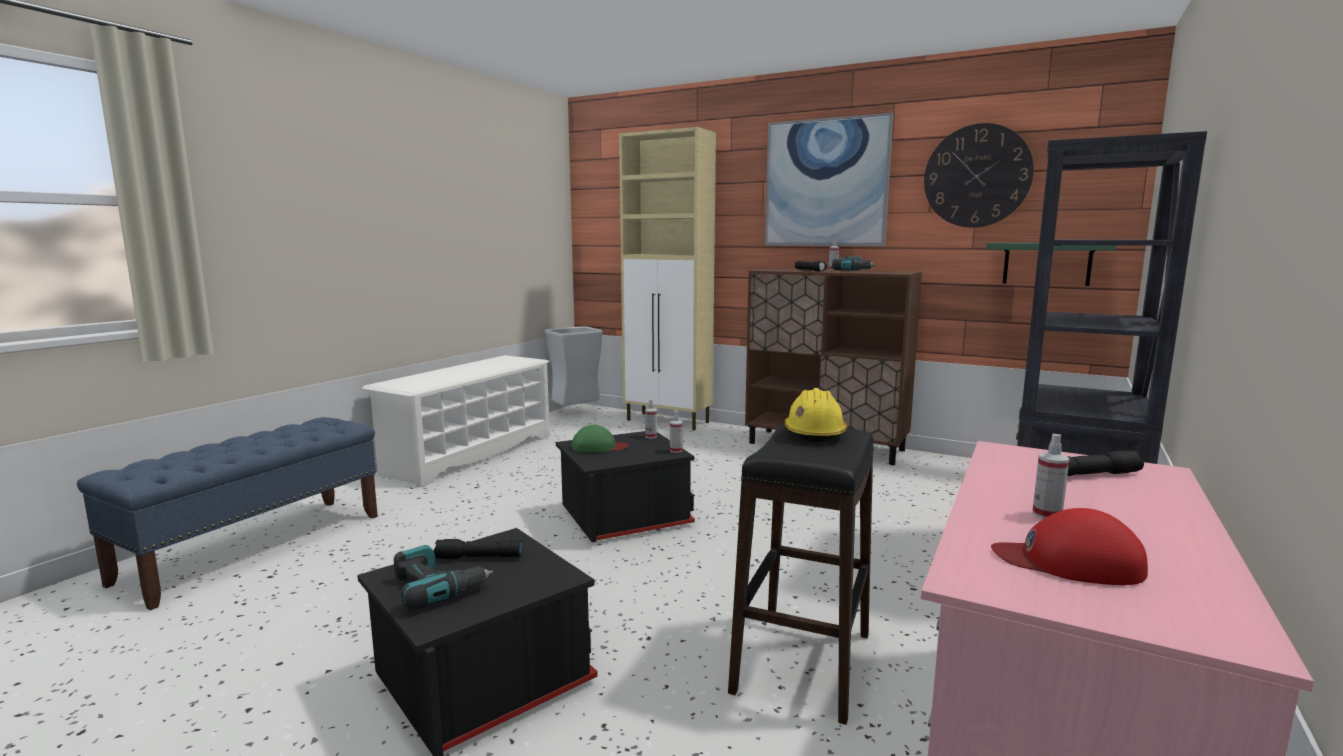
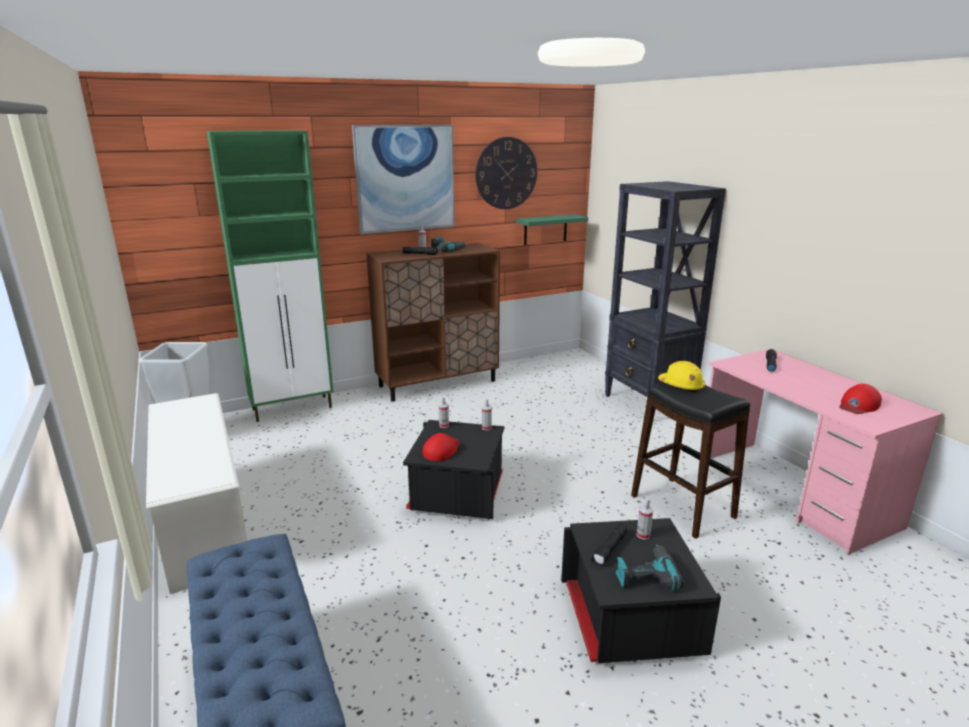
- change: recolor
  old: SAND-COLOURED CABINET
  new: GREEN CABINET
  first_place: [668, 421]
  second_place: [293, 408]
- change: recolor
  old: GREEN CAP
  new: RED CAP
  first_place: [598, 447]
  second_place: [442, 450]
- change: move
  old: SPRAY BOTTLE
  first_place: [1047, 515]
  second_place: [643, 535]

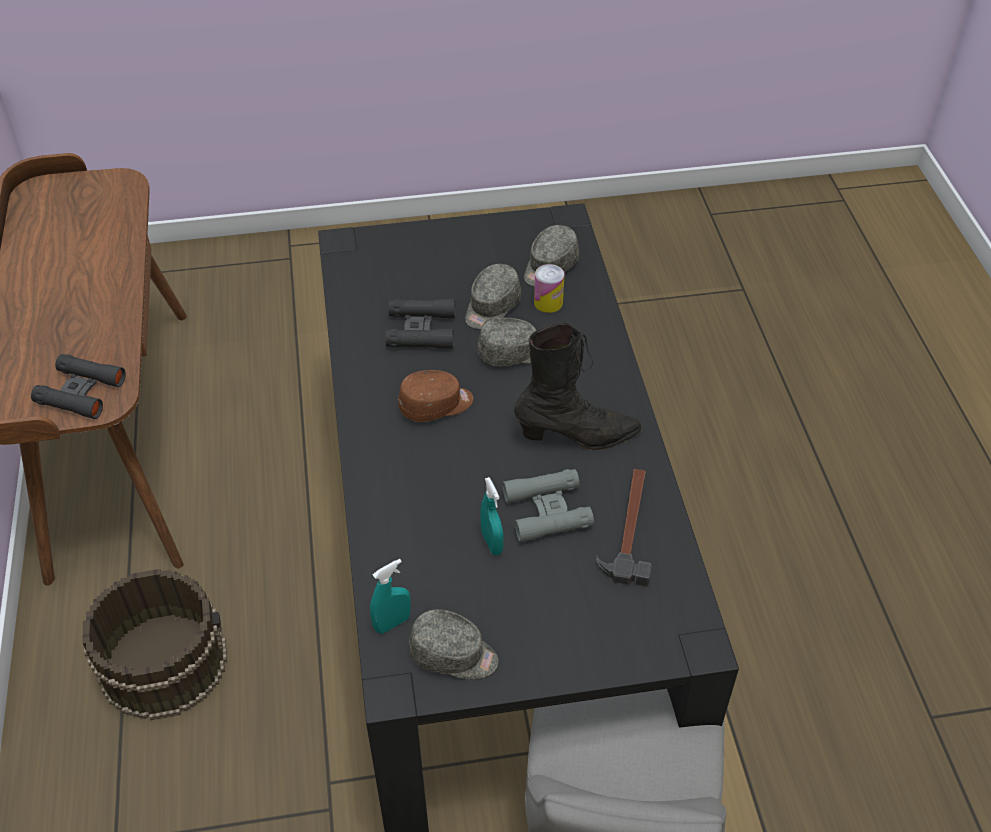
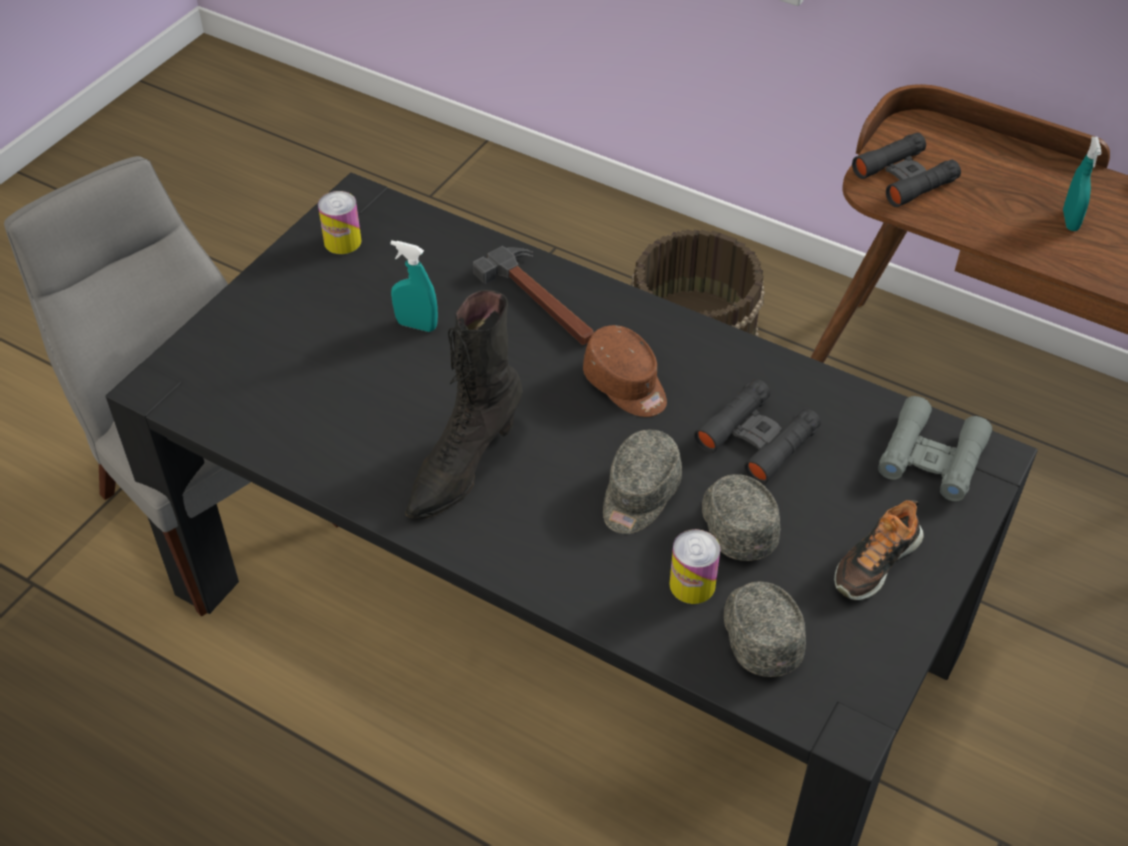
- change: replace
  old: GREY CAP
  new: SEALED CAN
  first_place: [454, 655]
  second_place: [342, 241]
- change: move
  old: HAND HAMMER
  first_place: [629, 528]
  second_place: [541, 301]
- change: rotate
  old: BROWNISH CAP
  first_place: [436, 405]
  second_place: [626, 385]
  degrees: -60
- change: insert
  new: ITEM OF FOOTWEAR
  second_place: [875, 562]
- change: move
  old: GREY FIELD GLASSES
  first_place: [547, 511]
  second_place: [932, 457]
- change: move
  old: TURQUOISE SPRAY BOTTLE
  first_place: [392, 623]
  second_place: [1070, 221]

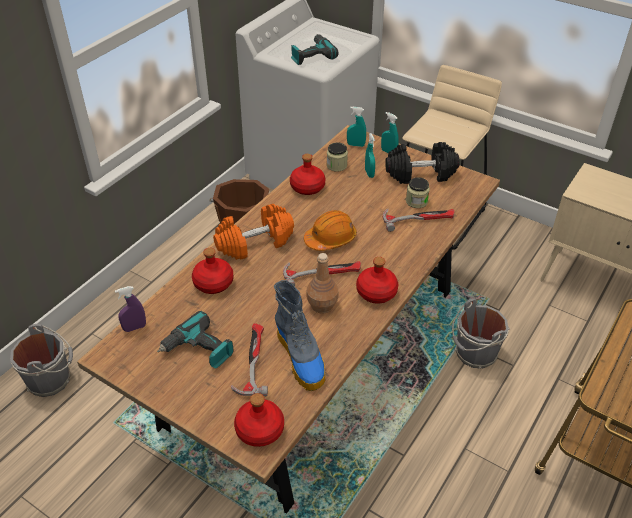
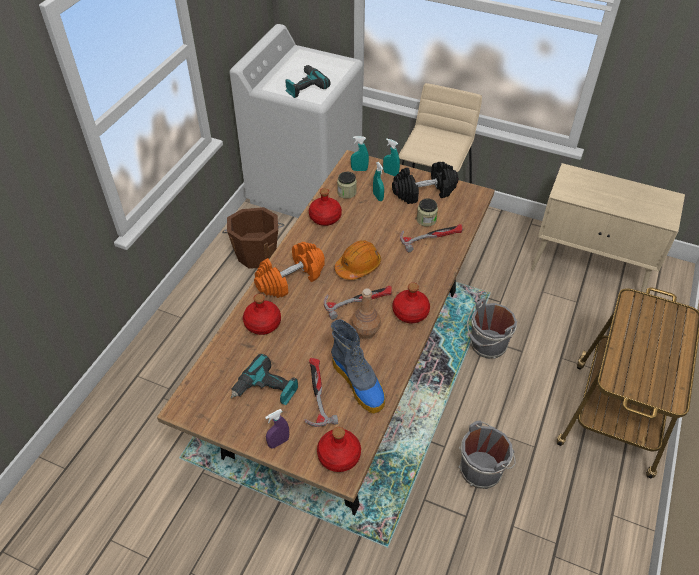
- change: move
  old: PURPLE SPRAY BOTTLE
  first_place: [135, 327]
  second_place: [278, 442]
- change: move
  old: GREY WATER BUCKET
  first_place: [51, 379]
  second_place: [482, 469]

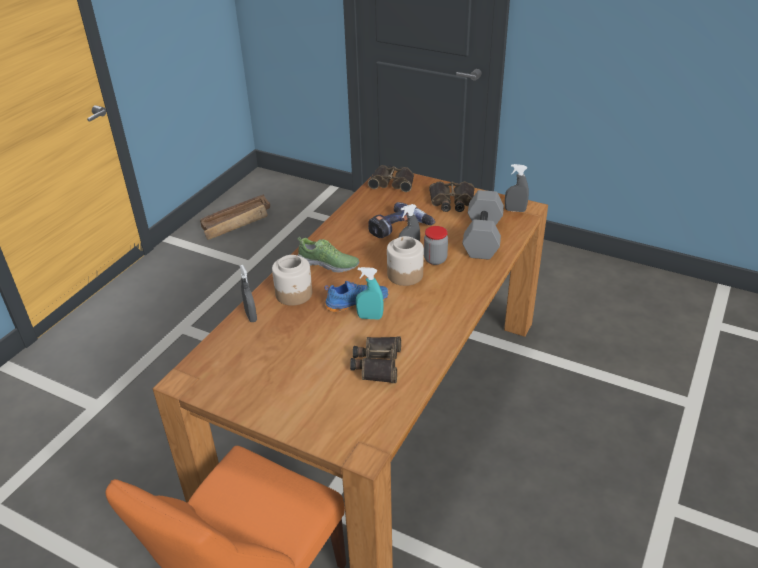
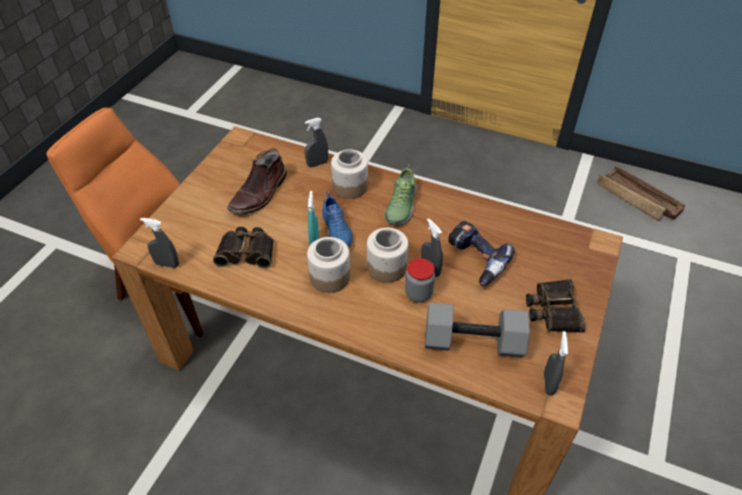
- change: insert
  new: GREY SPRAY BOTTLE
  second_place: [167, 264]
- change: insert
  new: BROWNISH TALL BOOT
  second_place: [260, 194]
- change: insert
  new: PRESERVE JAR
  second_place: [329, 277]
- change: delete
  old: FIELD GLASSES
  first_place: [393, 182]

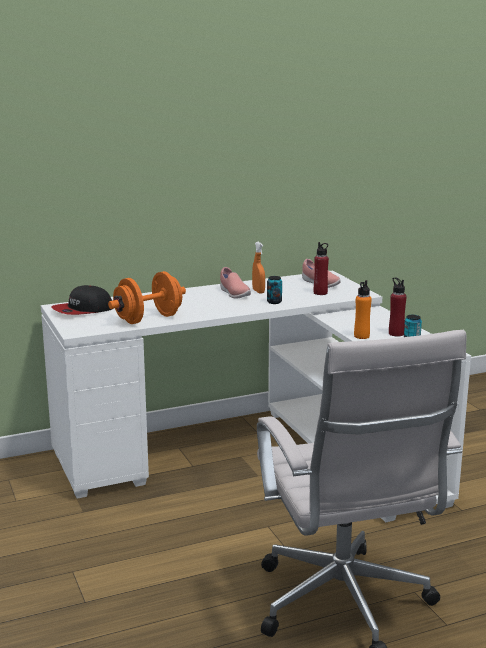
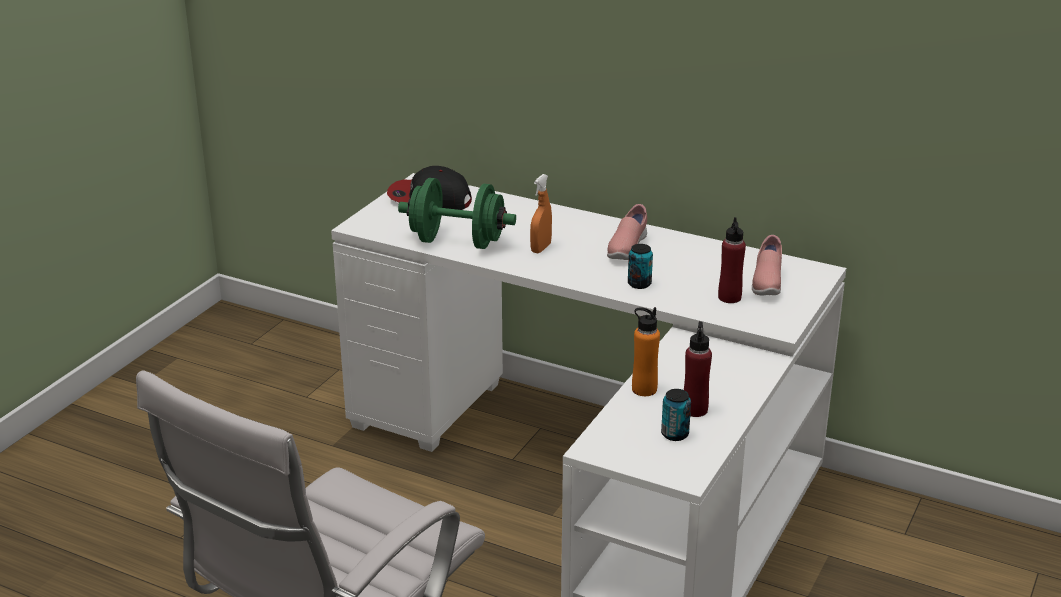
- change: recolor
  old: ORANGE HAND WEIGHT
  new: GREEN HAND WEIGHT
  first_place: [148, 319]
  second_place: [457, 242]
- change: move
  old: ORANGE SPRAY BOTTLE
  first_place: [258, 291]
  second_place: [541, 248]

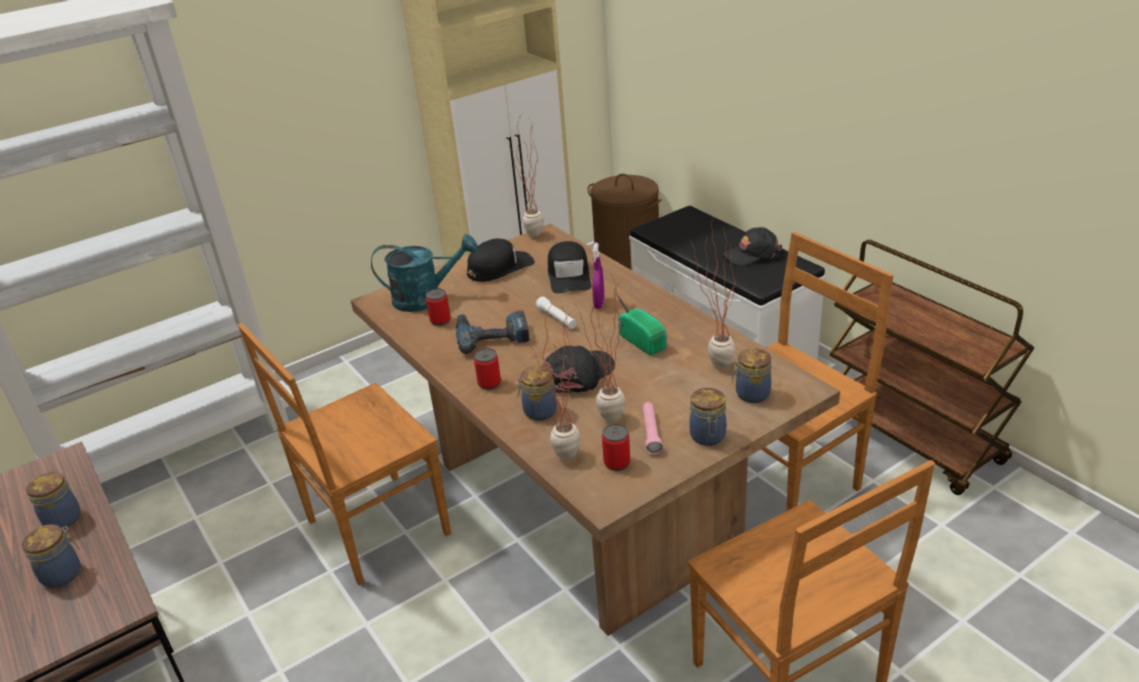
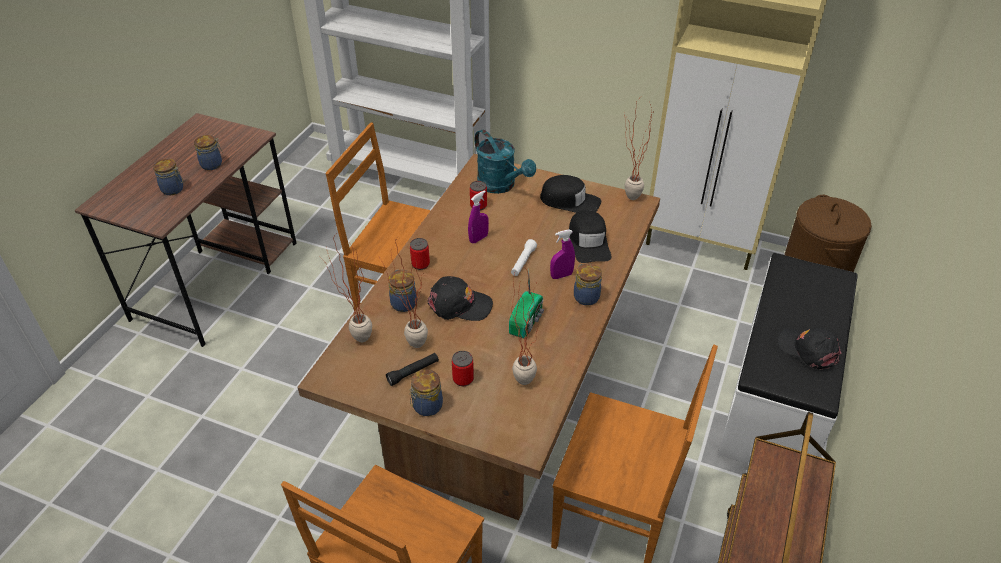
- change: recolor
  old: PINK-COLOURED FLASHLIGHT
  new: BLACK-COLOURED FLASHLIGHT
  first_place: [651, 433]
  second_place: [413, 372]
- change: move
  old: SEALED CAN
  first_place: [617, 463]
  second_place: [463, 379]
- change: replace
  old: DRILL
  new: PURPLE SPRAY BOTTLE
  first_place: [492, 335]
  second_place: [478, 238]
- change: rotate
  old: BLACK-COLOURED CAP
  first_place: [569, 275]
  second_place: [589, 242]
  degrees: -60
- change: move
  old: PRESERVE JAR
  first_place: [751, 394]
  second_place: [585, 296]

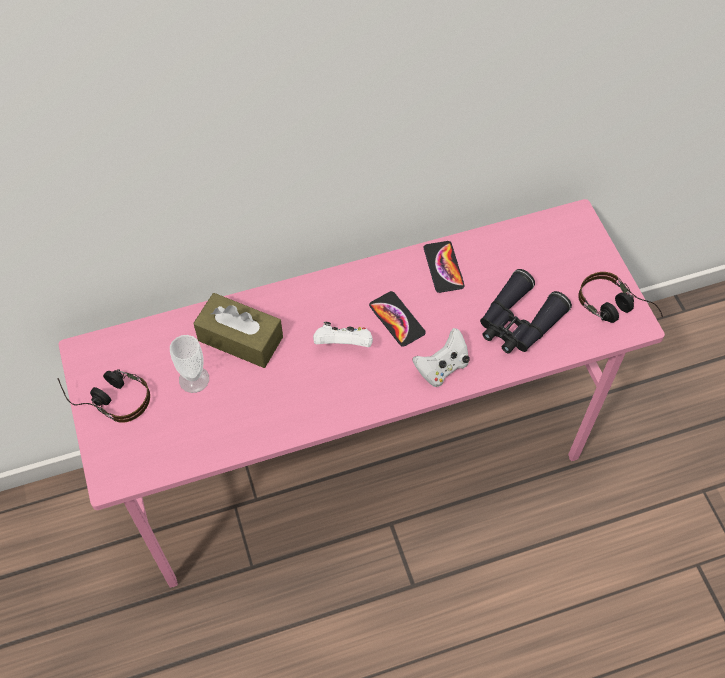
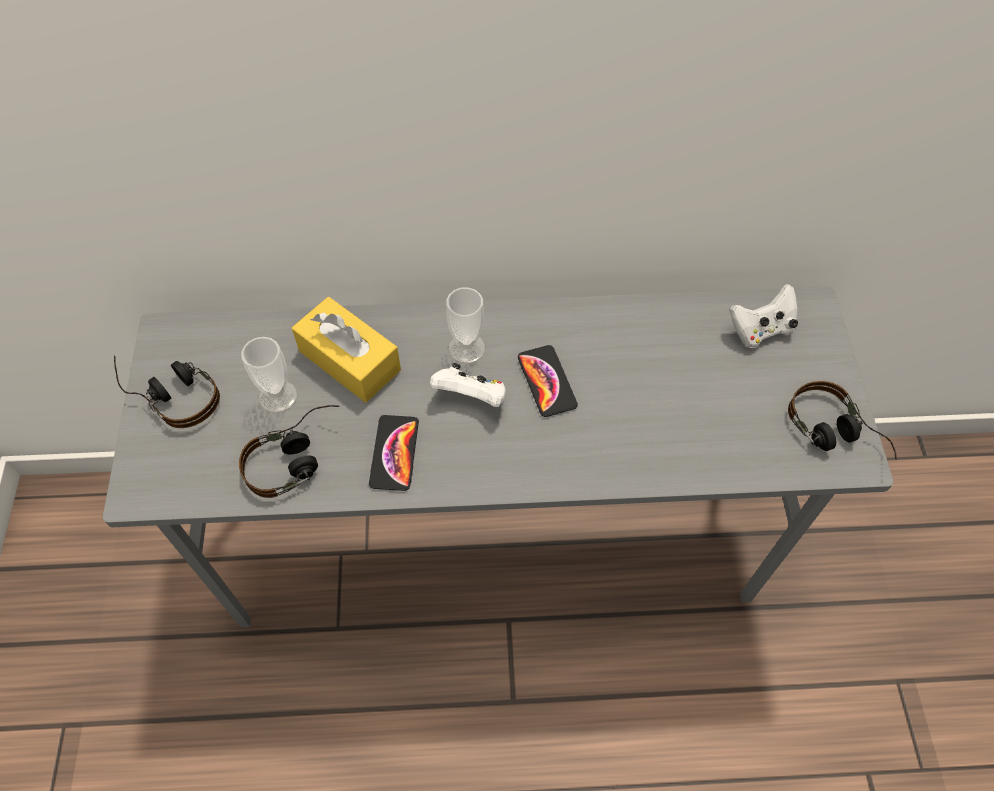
- change: recolor
  old: PINK-COLOURED DESK TABLE
  new: GREY DESK TABLE
  first_place: [362, 463]
  second_place: [496, 541]
- change: insert
  new: HEADSET
  second_place: [298, 458]
- change: recolor
  old: BROWNISH BOX OF TISSUES
  new: YELLOW-COLOURED BOX OF TISSUES
  first_place: [240, 339]
  second_place: [349, 360]
- change: move
  old: PHONE
  first_place: [443, 267]
  second_place: [394, 453]
- change: insert
  new: DRINKING CUP
  second_place: [466, 348]
- change: move
  old: WHITE JOYPAD
  first_place: [442, 367]
  second_place: [760, 329]
- change: delete
  old: BLACK-COLOURED FIELD GLASSES
  first_place: [518, 323]

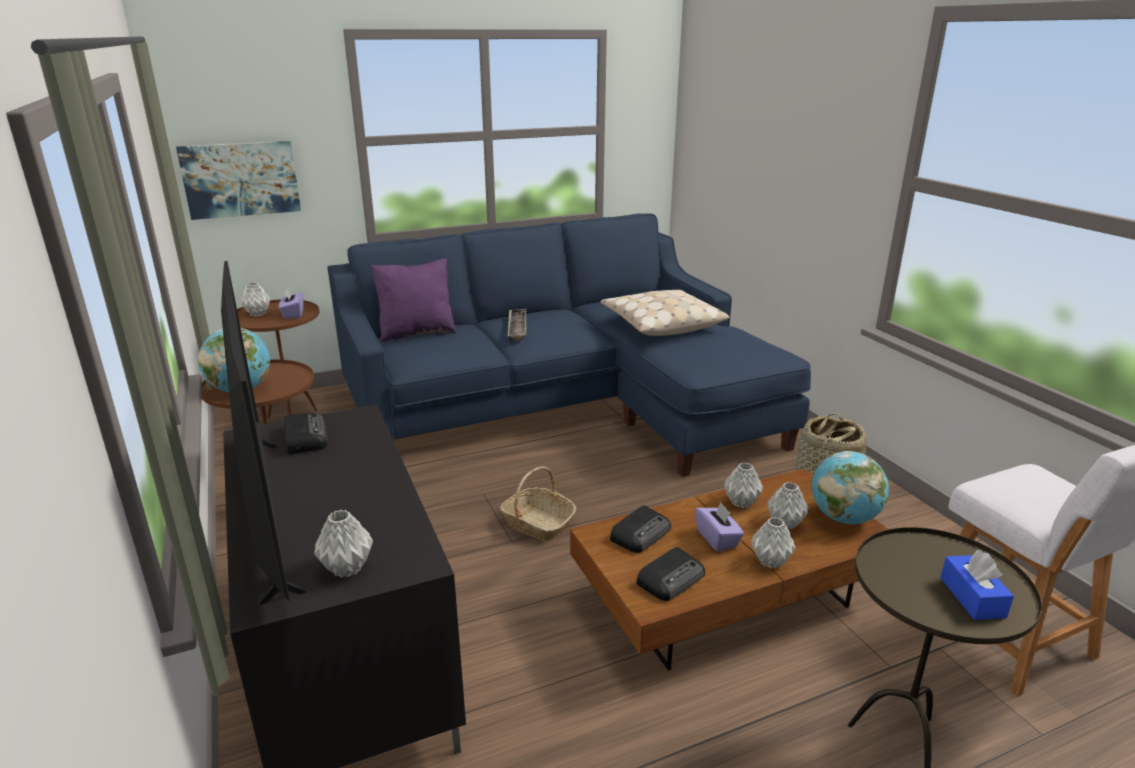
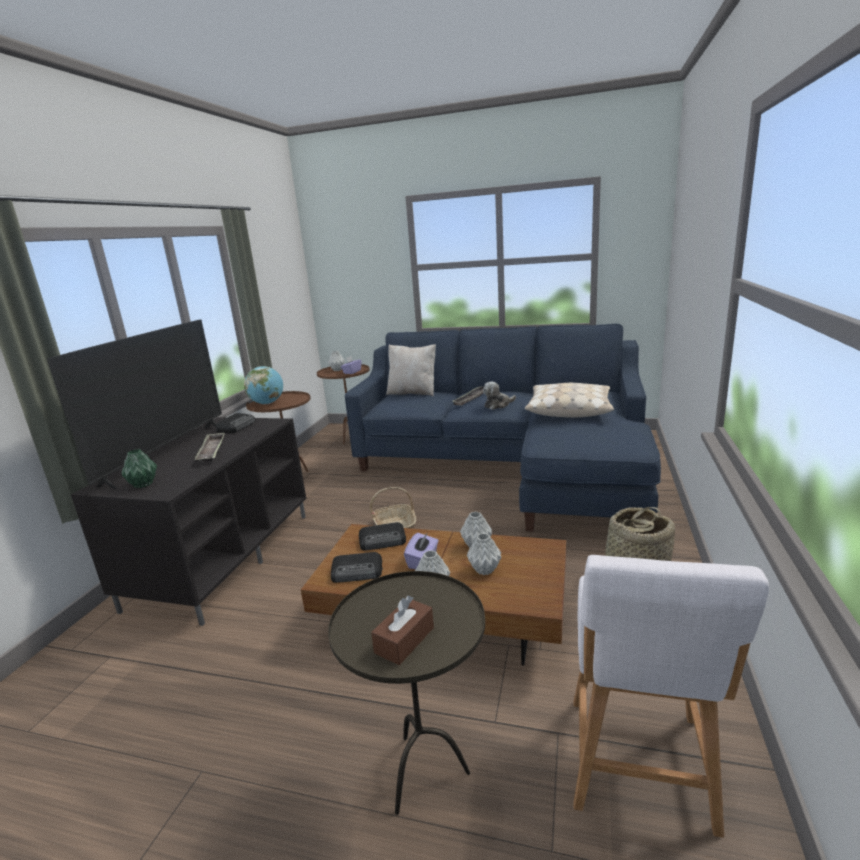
- change: recolor
  old: GREY DECORATIVE VASE
  new: GREEN DECORATIVE VASE
  first_place: [346, 568]
  second_place: [143, 484]
- change: insert
  new: SERVING TRAY
  second_place: [212, 451]
- change: recolor
  old: BLUISH BOX OF TISSUES
  new: BROWNISH BOX OF TISSUES
  first_place: [972, 597]
  second_place: [404, 640]
- change: recolor
  old: PURPLE CUSHION
  new: SAND-COLOURED CUSHION
  first_place: [417, 333]
  second_place: [413, 393]
- change: insert
  new: CUDDLY TOY
  second_place: [498, 405]
- change: delete
  old: WALL PICTURE
  first_place: [241, 179]
- change: delete
  old: DESK GLOBE
  first_place: [843, 518]

